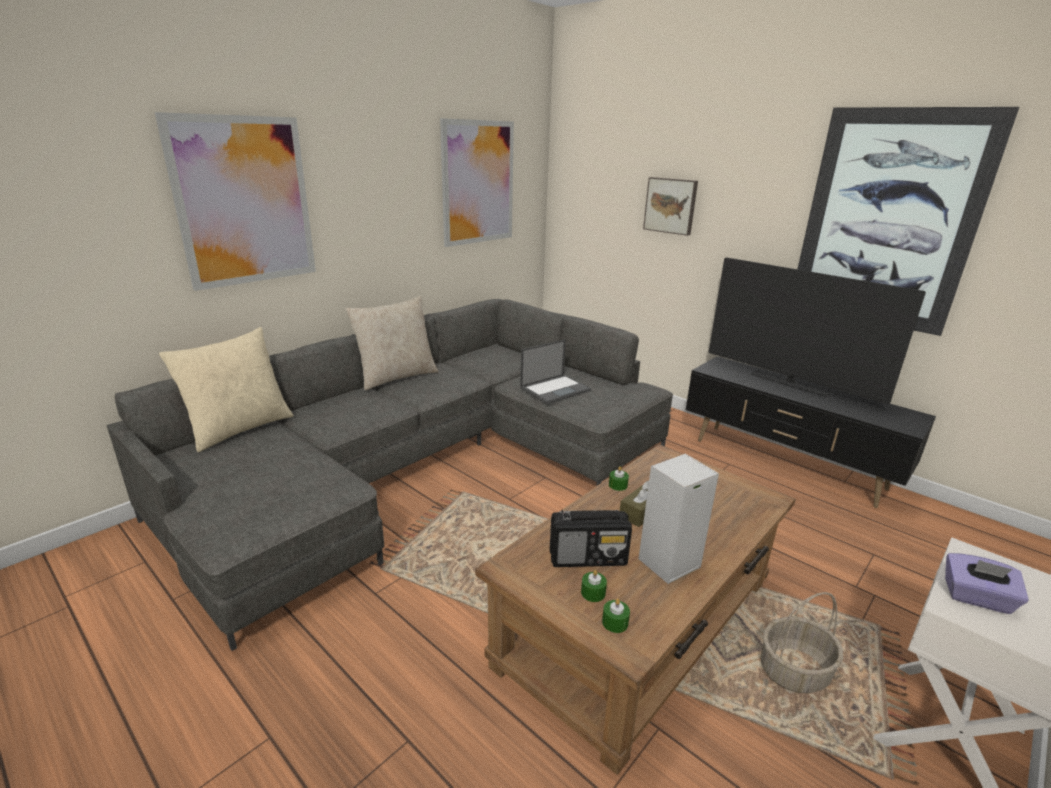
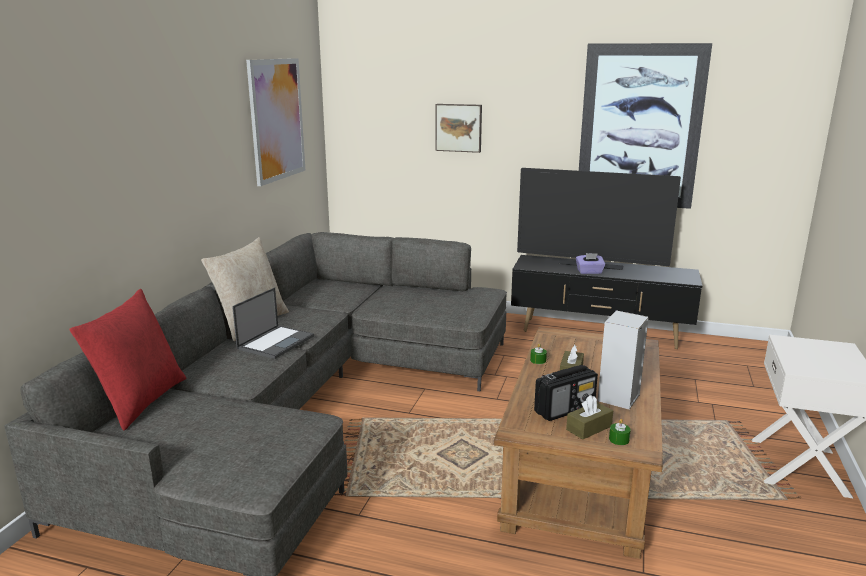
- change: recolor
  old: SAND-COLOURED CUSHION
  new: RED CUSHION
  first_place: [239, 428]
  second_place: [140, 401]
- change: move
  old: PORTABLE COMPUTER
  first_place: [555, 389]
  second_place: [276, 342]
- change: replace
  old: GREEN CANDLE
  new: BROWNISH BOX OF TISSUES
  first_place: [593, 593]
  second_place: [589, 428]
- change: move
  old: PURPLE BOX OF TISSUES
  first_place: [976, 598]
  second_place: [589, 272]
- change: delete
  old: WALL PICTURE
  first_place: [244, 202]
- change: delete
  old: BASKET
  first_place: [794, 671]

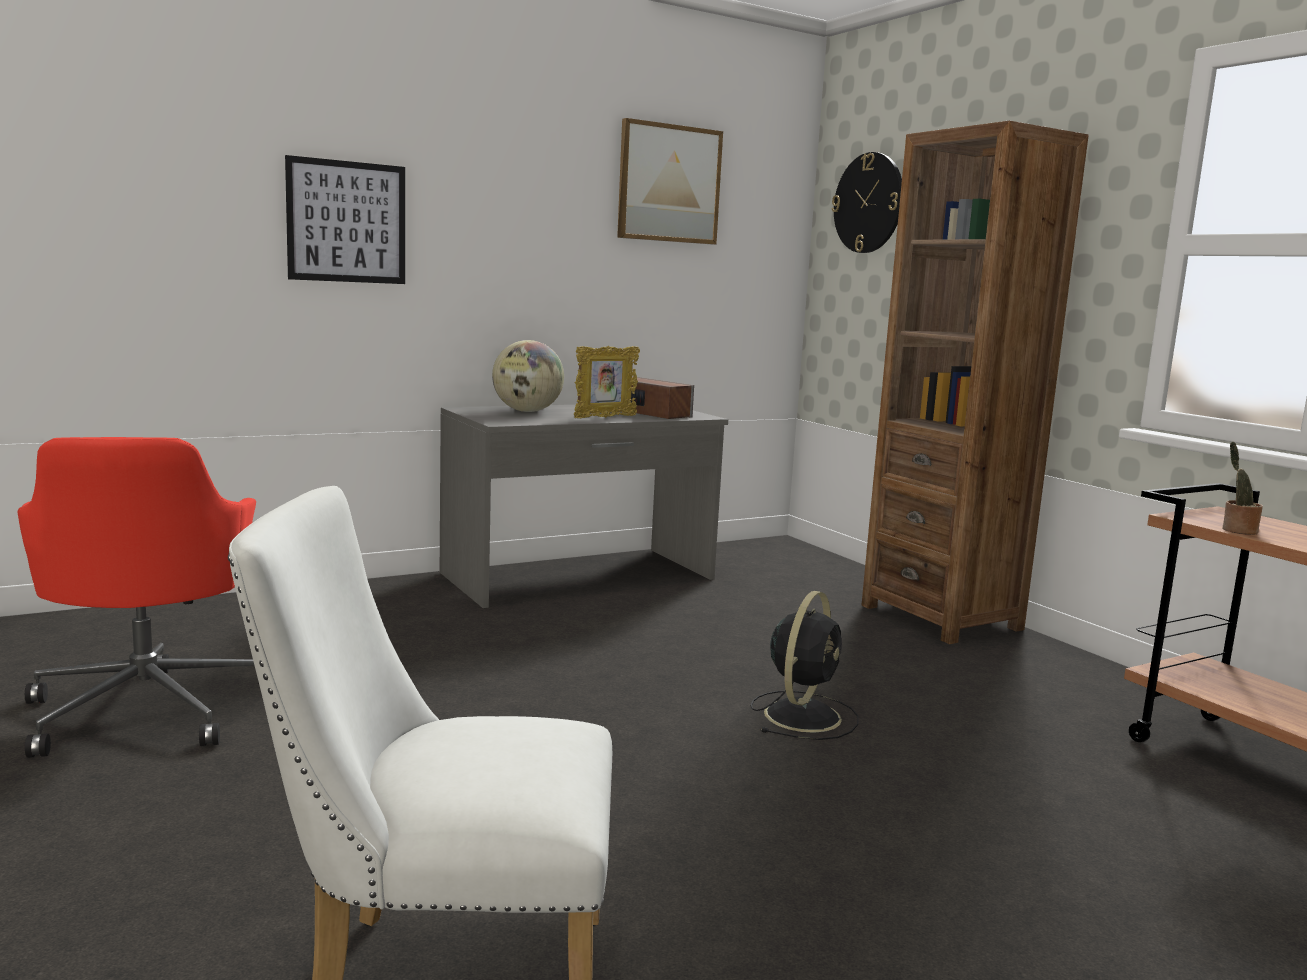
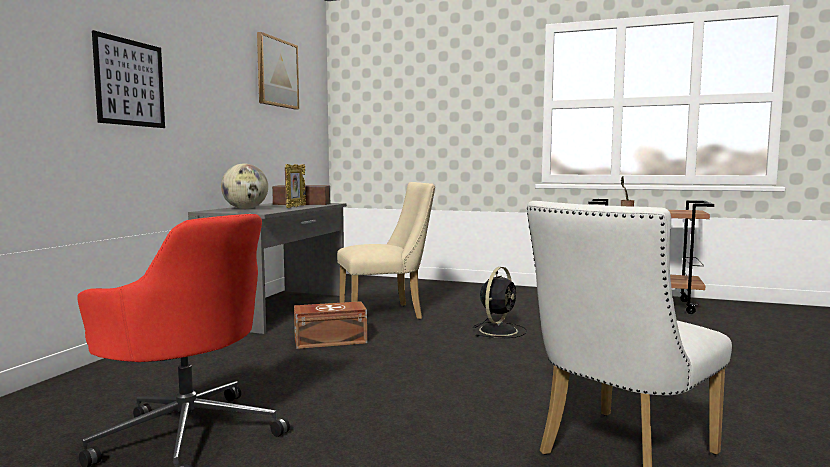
- change: insert
  new: BROWNISH STORAGE CONTAINER
  second_place: [329, 340]
- change: insert
  new: SAND-COLOURED CHAIR
  second_place: [387, 314]
- change: rotate
  old: BLACK-COLOURED ELECTRIC FAN
  first_place: [803, 715]
  second_place: [499, 330]
  degrees: 45
- change: delete
  old: WALL CLOCK
  first_place: [868, 203]
- change: delete
  old: BROWNISH BOOKSHELF
  first_place: [941, 617]

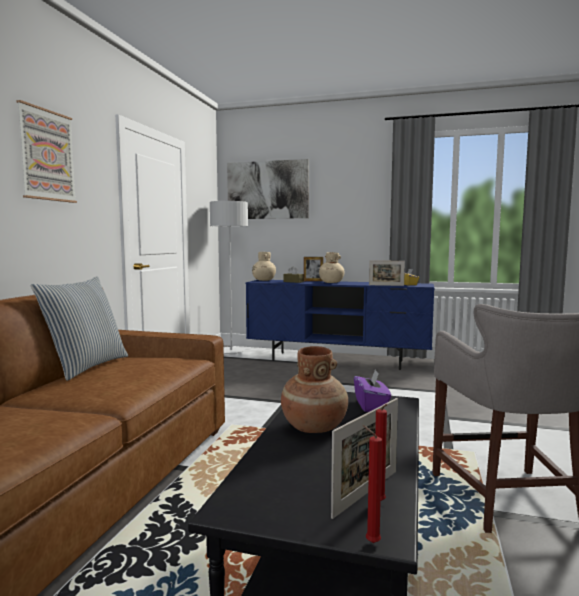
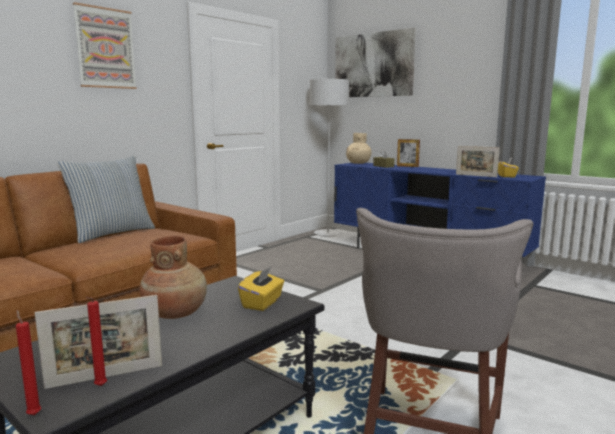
- change: recolor
  old: PURPLE BOX OF TISSUES
  new: YELLOW-COLOURED BOX OF TISSUES
  first_place: [371, 405]
  second_place: [262, 303]
- change: delete
  old: SAND-COLOURED DECORATIVE VASE
  first_place: [331, 282]

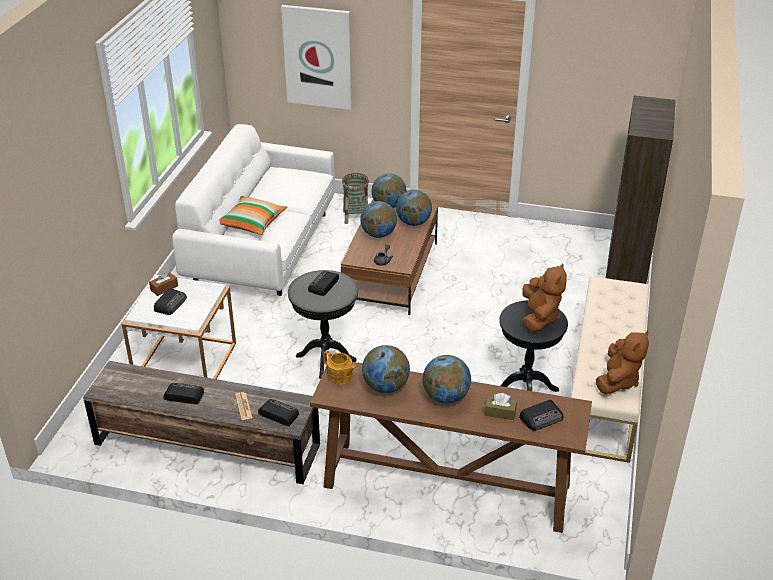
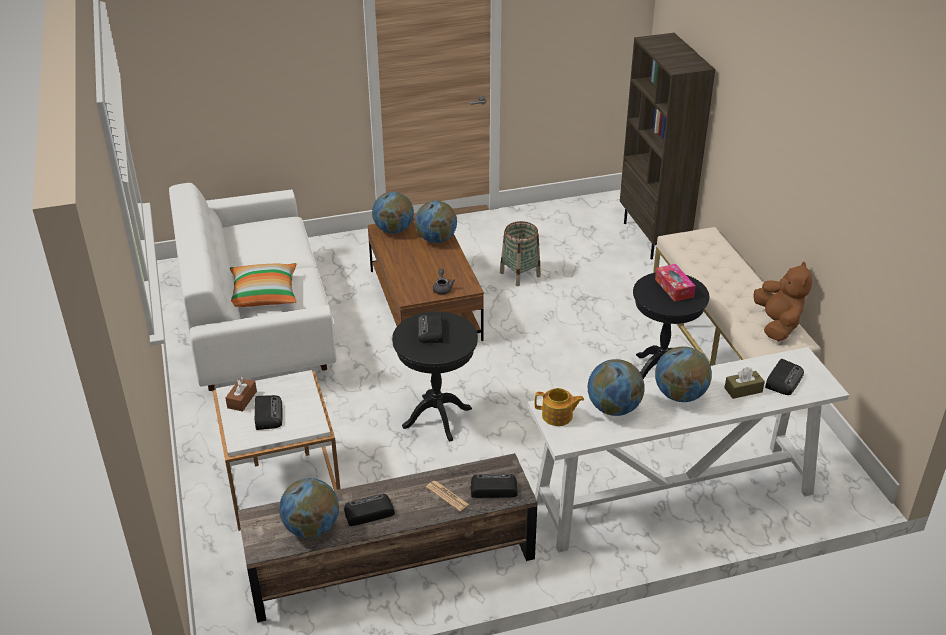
- change: move
  old: DESK GLOBE
  first_place: [378, 234]
  second_place: [311, 528]
- change: move
  old: BASKET
  first_place: [356, 216]
  second_place: [520, 274]
- change: recolor
  old: BROWNISH HALL TABLE
  new: WHITE HALL TABLE
  first_place: [445, 486]
  second_place: [672, 497]
- change: replace
  old: BROWNISH CUDDLY TOY
  new: BOX OF TISSUES
  first_place: [539, 318]
  second_place: [674, 288]
- change: delete
  old: WALL PICTURE
  first_place: [318, 57]

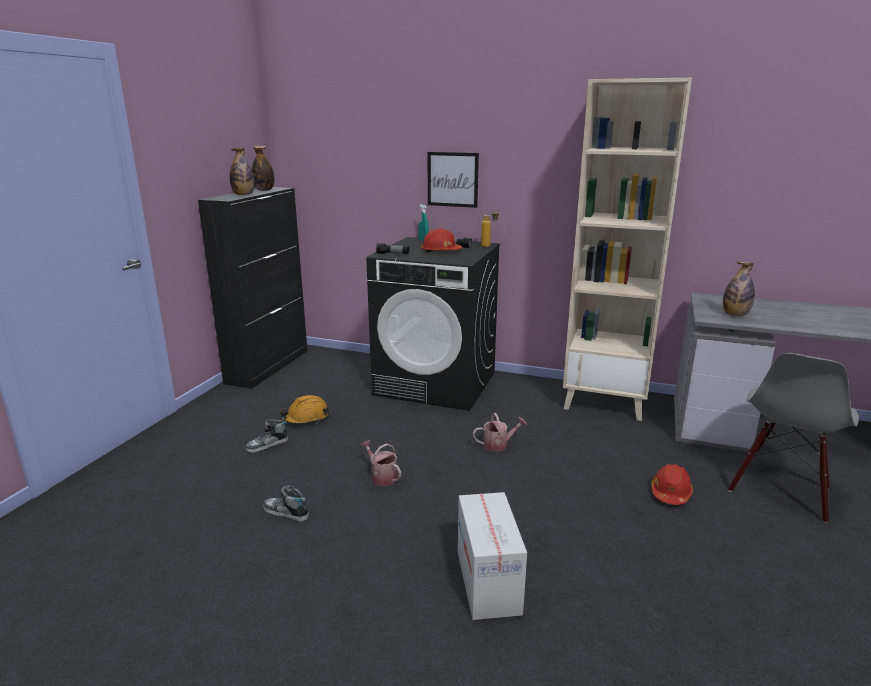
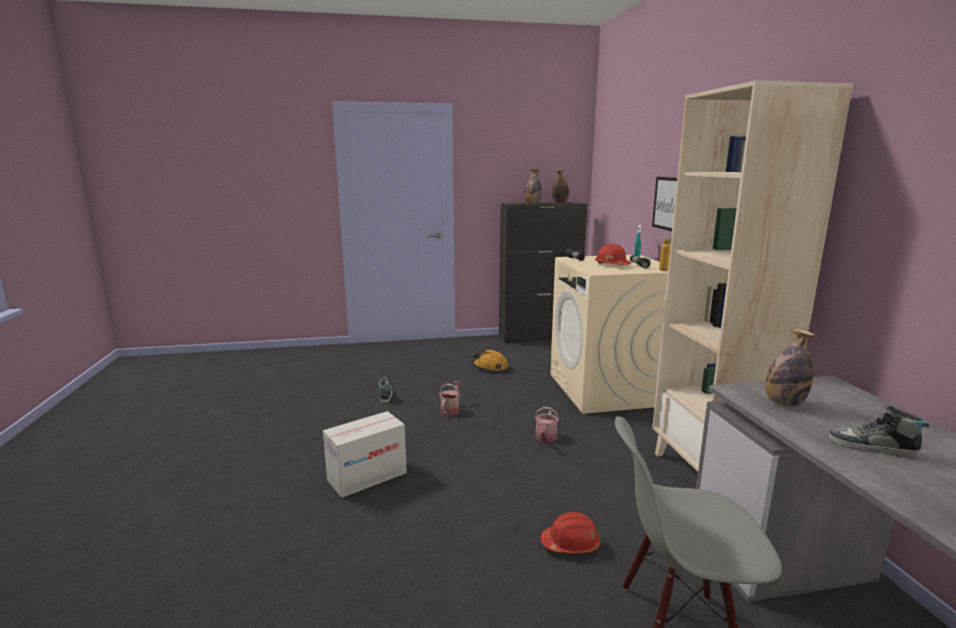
- change: rotate
  old: SPRINKLING CAN
  first_place: [498, 445]
  second_place: [545, 438]
  degrees: 60
- change: recolor
  old: BLACK-COLOURED LAUNDRY APPLIANCE
  new: SAND-COLOURED LAUNDRY APPLIANCE
  first_place: [436, 383]
  second_place: [606, 390]
- change: move
  old: ITEM OF FOOTWEAR
  first_place: [267, 445]
  second_place: [872, 447]

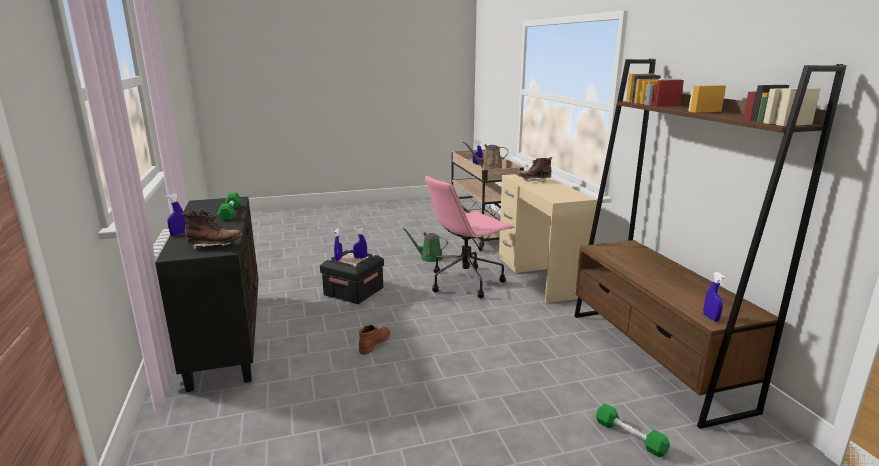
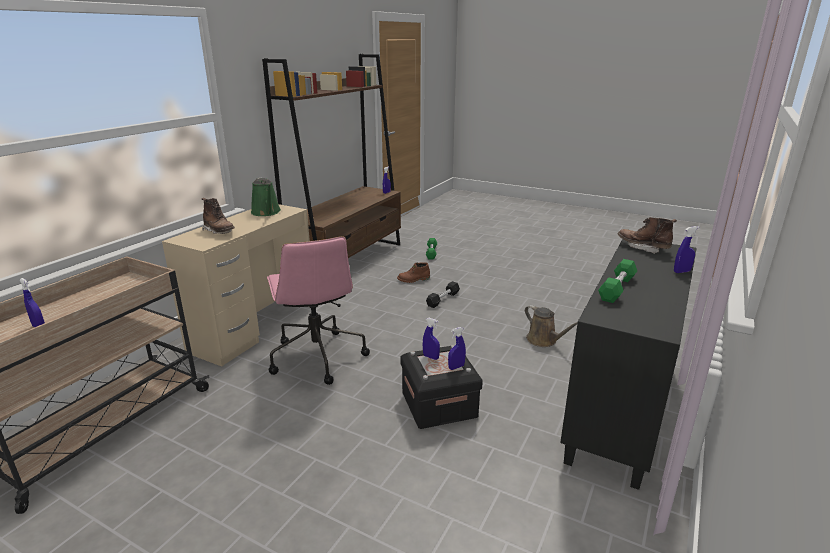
- change: move
  old: GREEN SPRINKLING CAN
  first_place: [429, 257]
  second_place: [266, 212]
- change: rotate
  old: PINK-COLOURED OFFICE CHAIR
  first_place: [466, 281]
  second_place: [317, 356]
  degrees: 60
- change: move
  old: BROWNISH TALL BOOT
  first_place: [374, 343]
  second_place: [413, 280]
- change: insert
  new: BLACK-COLOURED HAND WEIGHT
  second_place: [443, 299]
- change: move
  old: BROWNISH SPRINKLING CAN
  first_place: [489, 168]
  second_place: [544, 340]

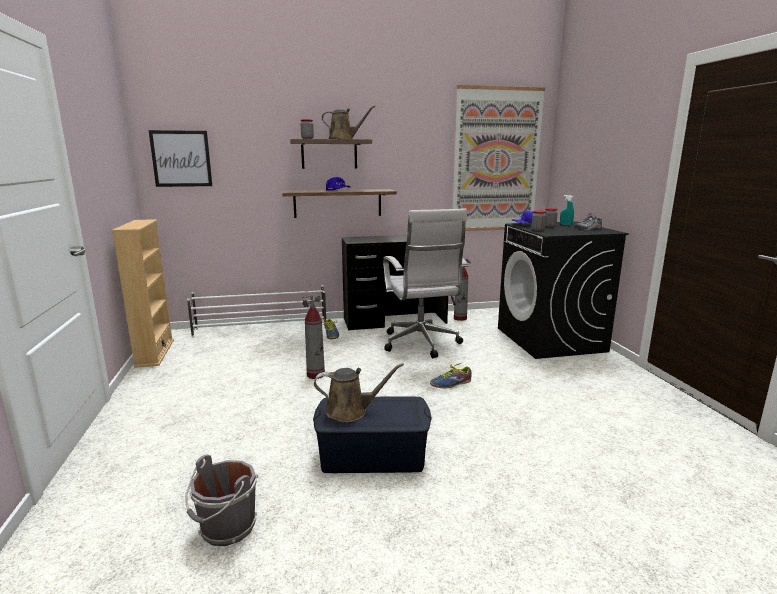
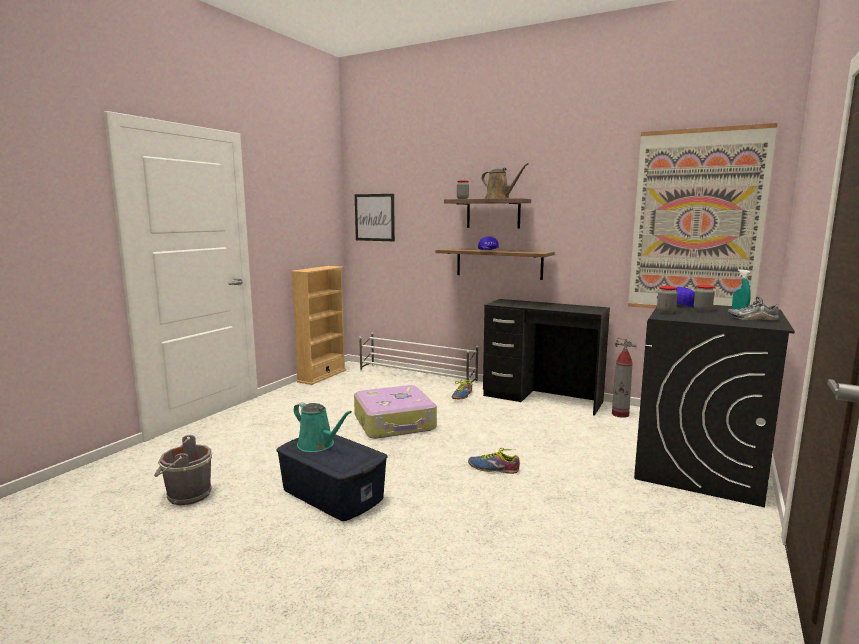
- change: recolor
  old: BROWNISH SPRINKLING CAN
  new: TURQUOISE SPRINKLING CAN
  first_place: [350, 411]
  second_place: [318, 445]
- change: replace
  old: FIRE-FIGHTING CYLINDER
  new: PIECE OF LUGGAGE
  first_place: [316, 375]
  second_place: [395, 423]
- change: delete
  old: WHITE OFFICE CHAIR
  first_place: [421, 344]

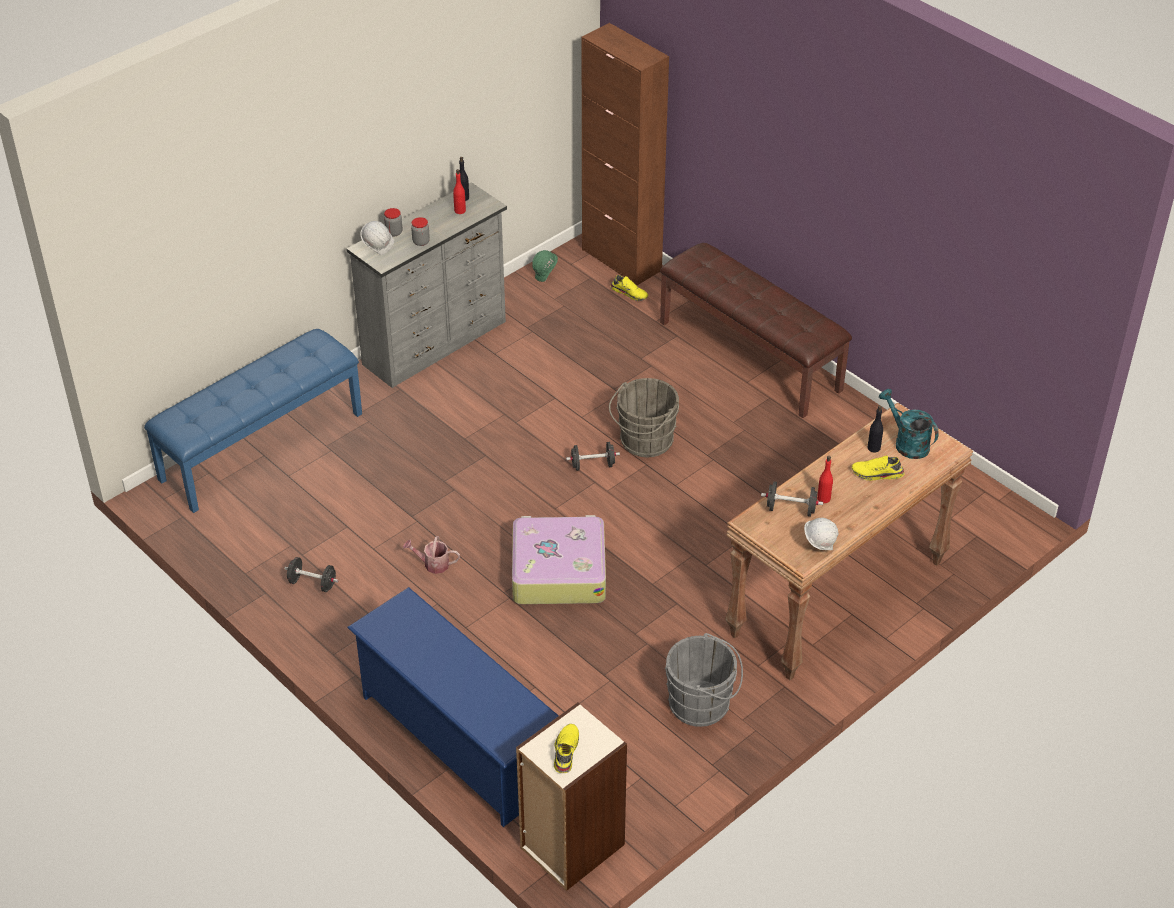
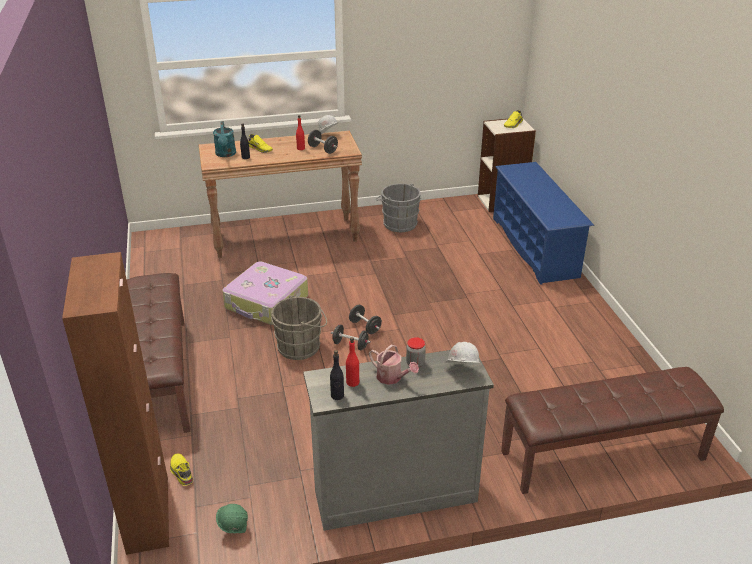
- change: move
  old: PIECE OF LUGGAGE
  first_place: [558, 571]
  second_place: [266, 303]
- change: move
  old: BLACK-COLOURED HAND WEIGHT
  first_place: [312, 583]
  second_place: [365, 327]
- change: move
  old: SPRINKLING CAN
  first_place: [433, 564]
  second_place: [392, 378]
- change: recolor
  old: BLUISH INDOOR BENCH
  new: BROWNISH INDOOR BENCH
  first_place: [261, 445]
  second_place: [603, 456]
- change: delete
  old: PRESERVE JAR
  first_place: [394, 232]

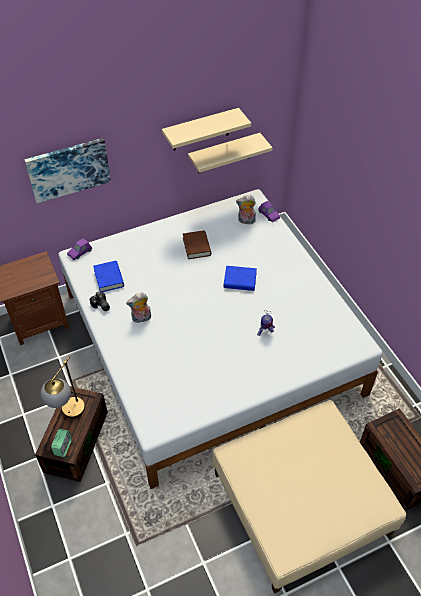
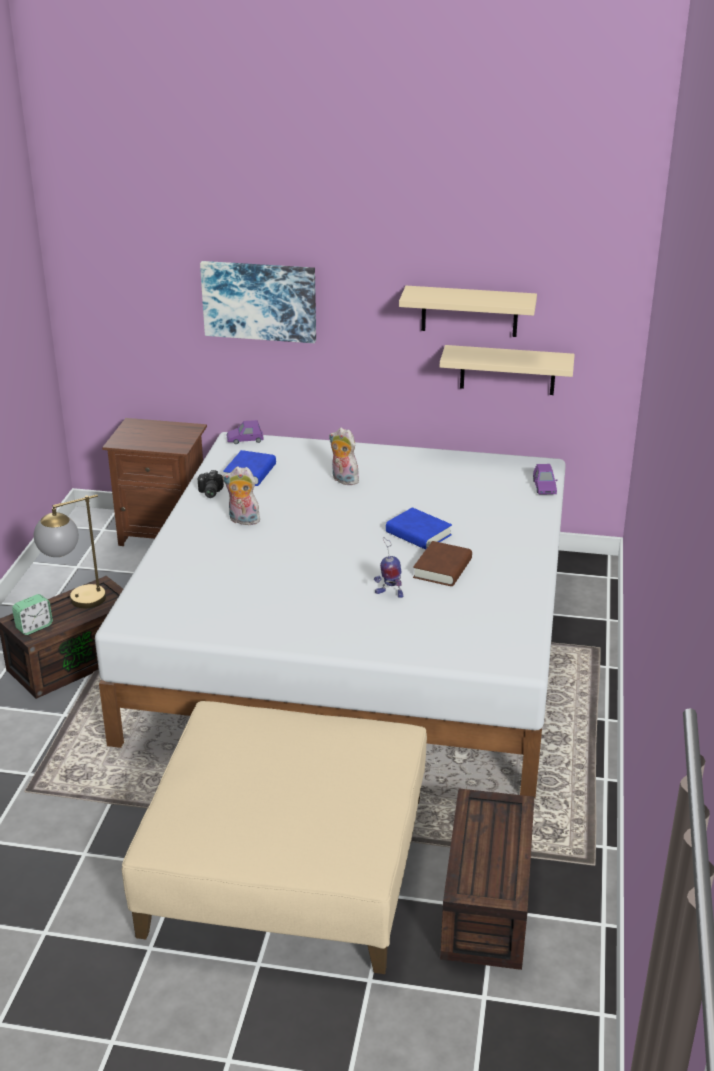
- change: move
  old: CUDDLY TOY
  first_place: [246, 221]
  second_place: [343, 480]
- change: move
  old: BROWNISH BOUND BOOK
  first_place: [196, 247]
  second_place: [442, 569]

